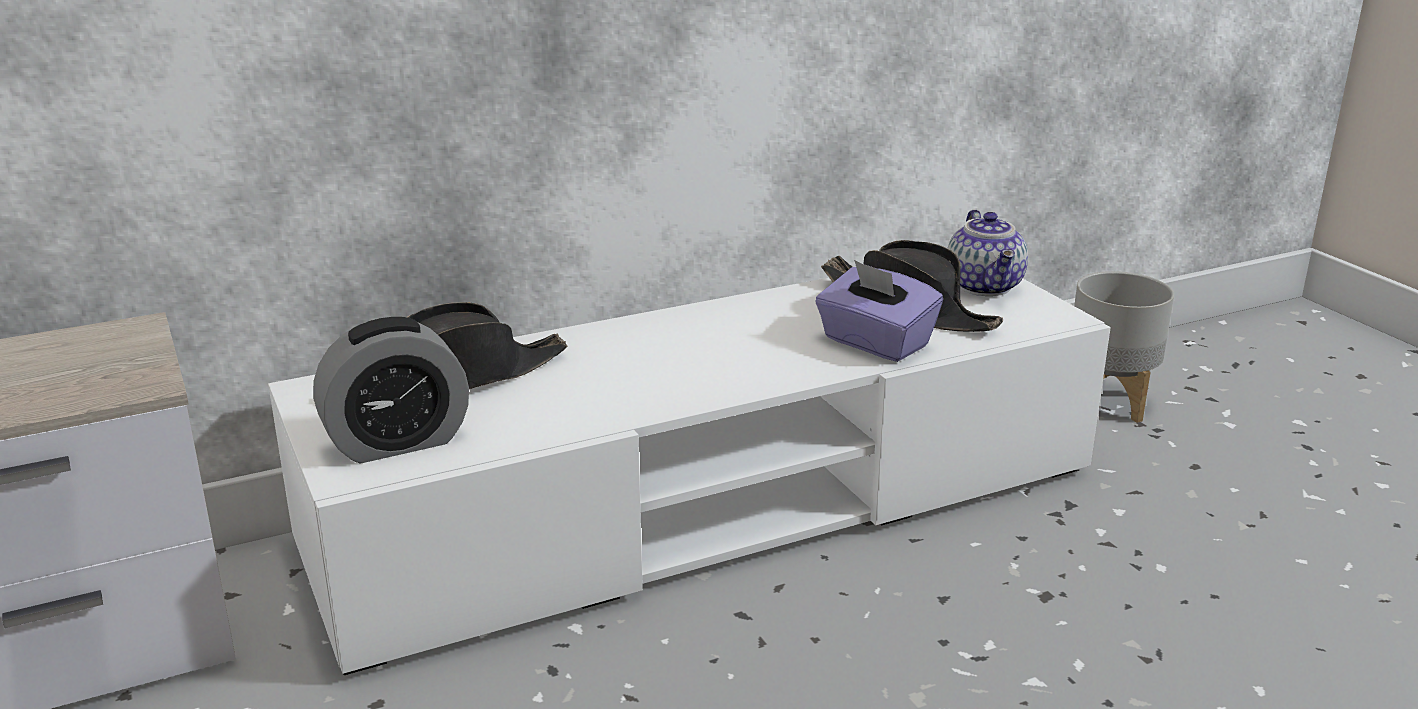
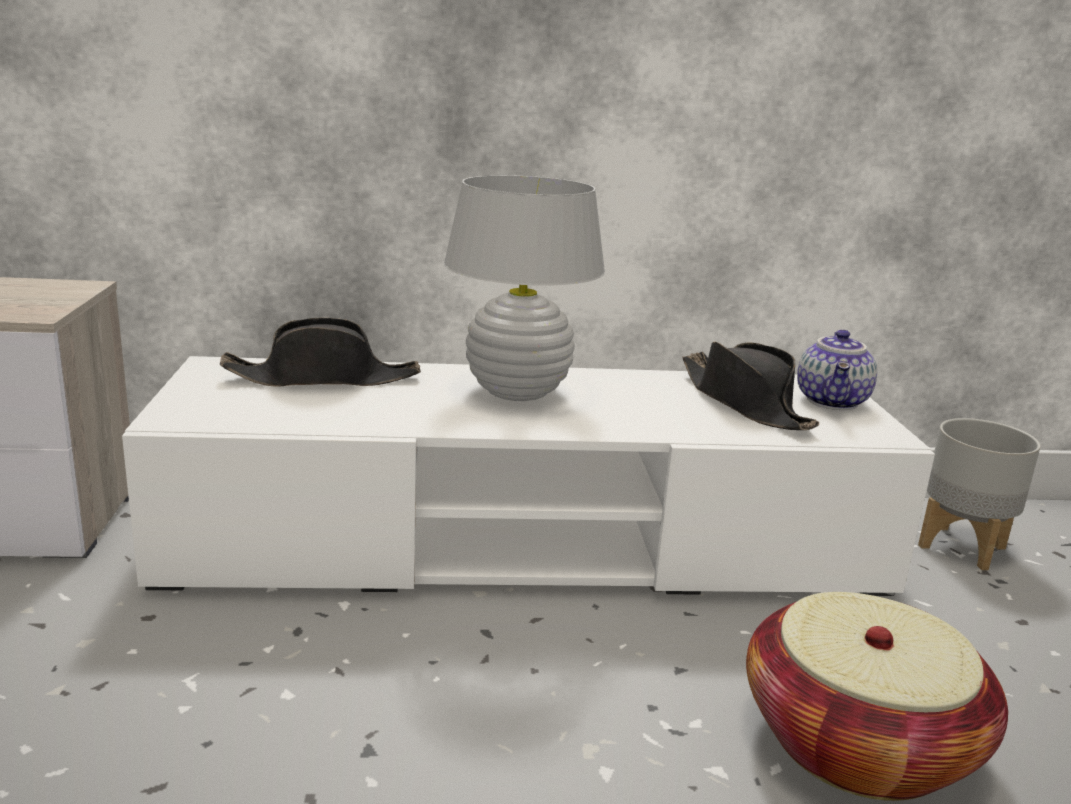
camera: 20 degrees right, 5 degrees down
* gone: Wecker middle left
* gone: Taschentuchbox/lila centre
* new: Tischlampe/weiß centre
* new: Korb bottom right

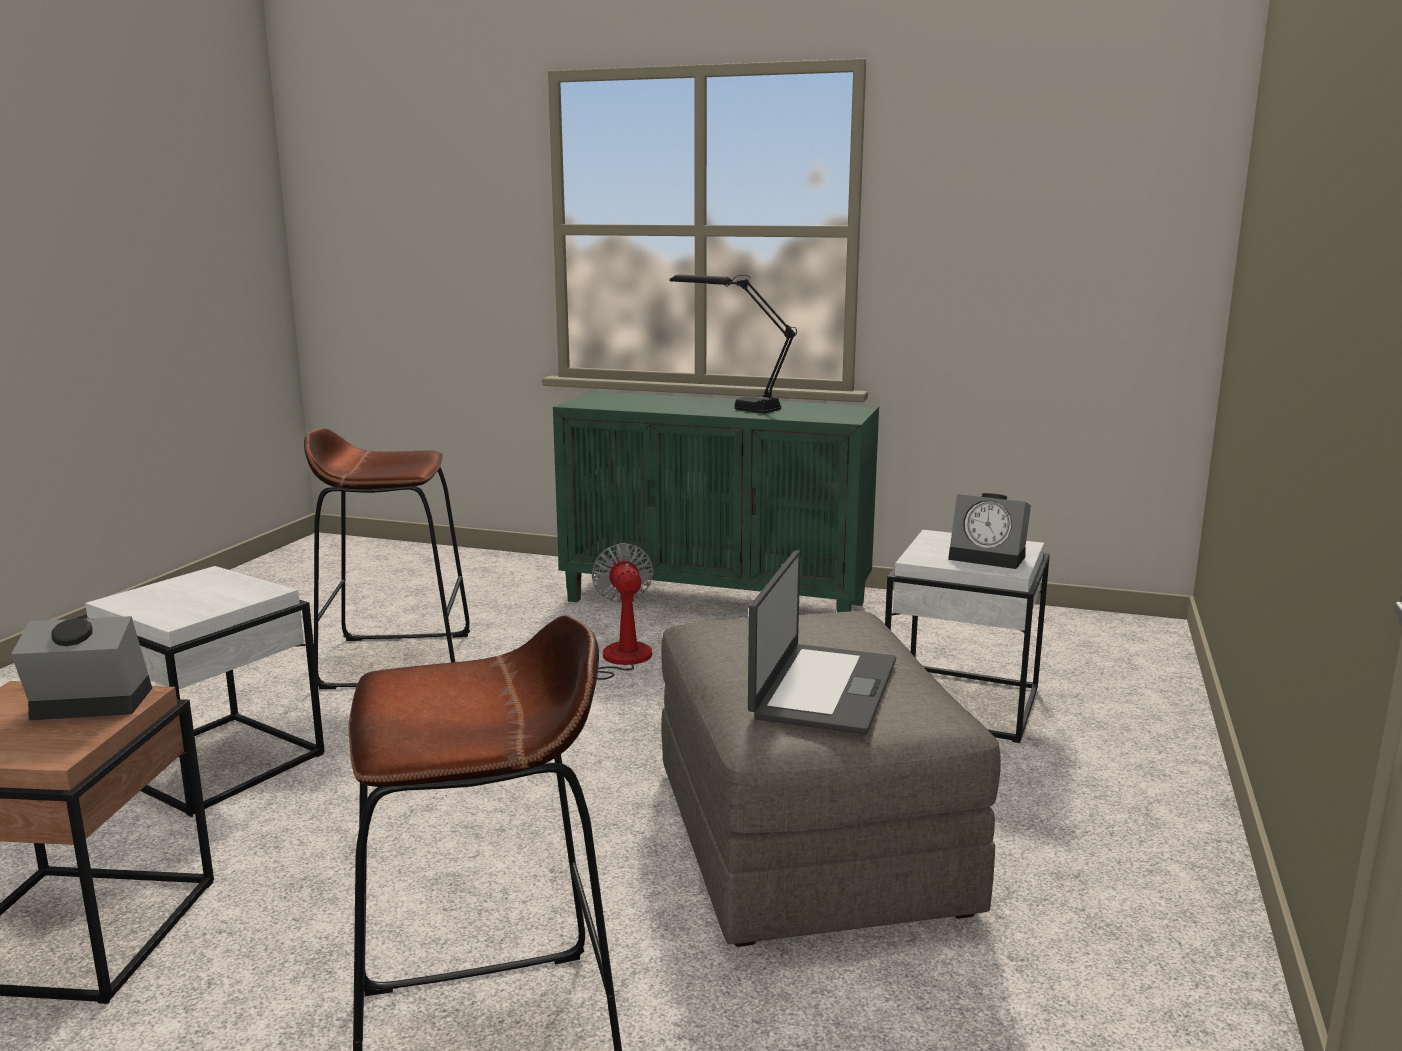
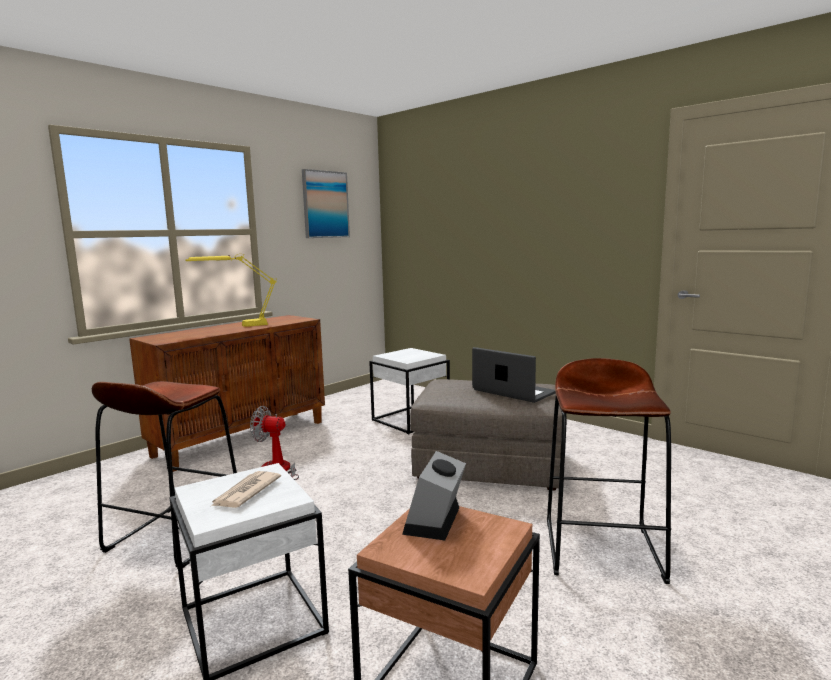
camera: 65 degrees left, 5 degrees down
* repainted: Schrank/grün centre to Schrank/braun middle left
* repainted: Tischlampe/schwarz top centre to Tischlampe/gelb middle left
* gone: Wecker (no. 2 from left) middle right
* new: Zeitung bottom left
* new: Bild top centre

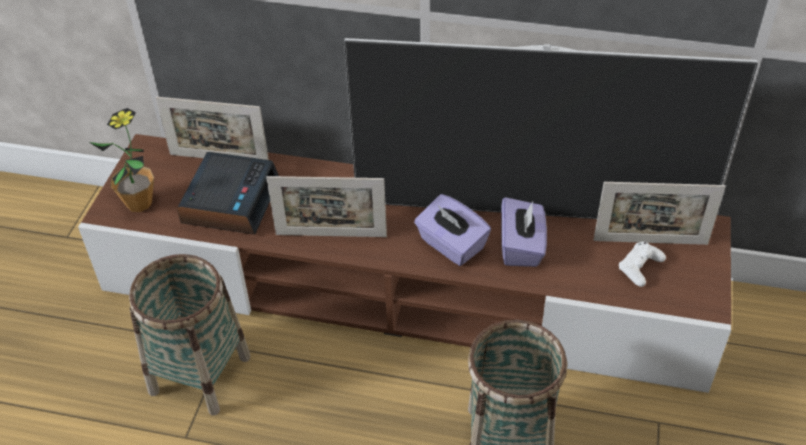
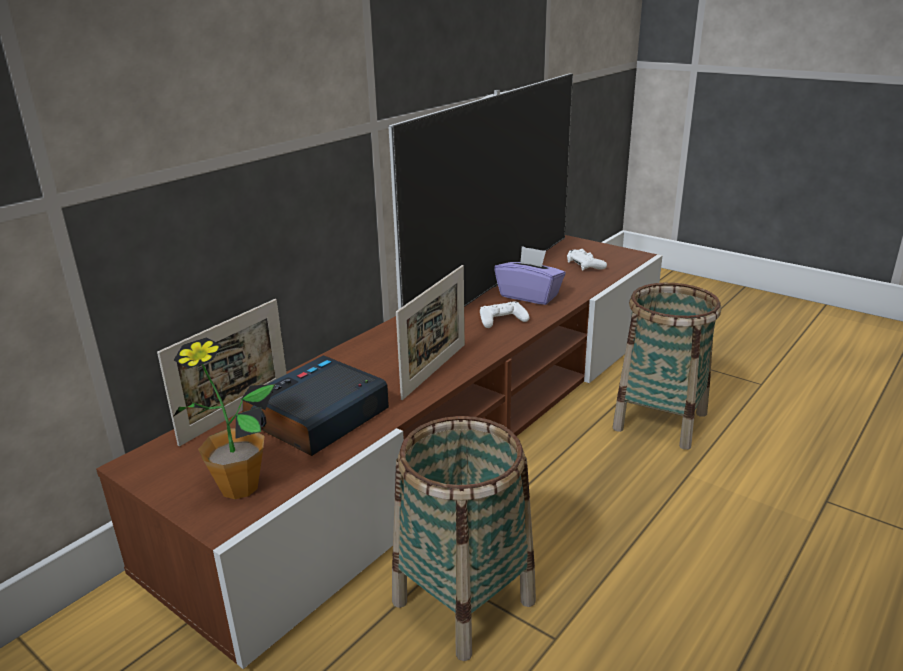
camera: 65 degrees left, 20 degrees down
* rotated: Wecker middle left = centre 90 degrees counterclockwise
* swapped: Taschentuchbox/lila (no. 1 from left) centre to Gamepad/weiß (no. 1 from left) centre
* gone: Bilderrahmen (no. 3 from left) middle right

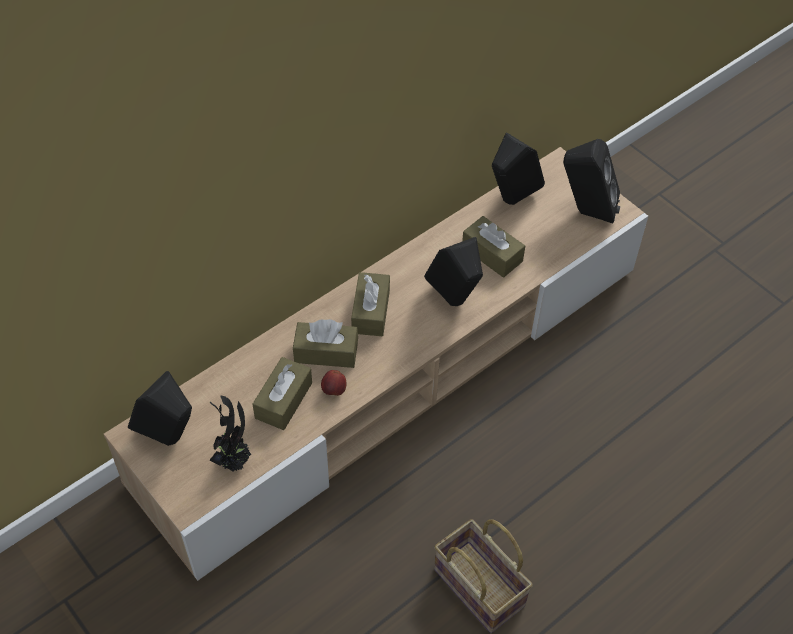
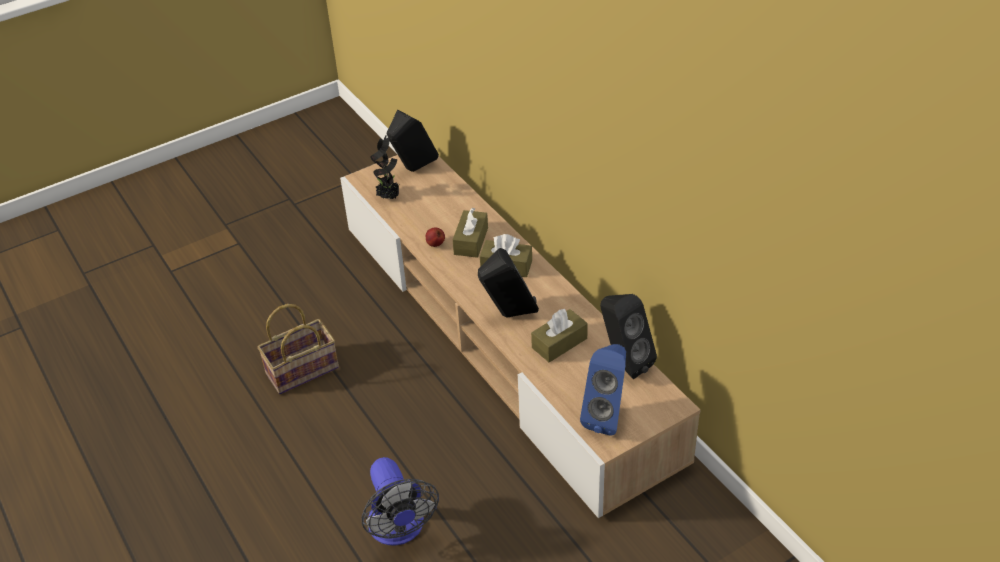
camera: 100 degrees right, 10 degrees down
* gone: Taschentuchbox/braun (no. 1 from left) centre
* repainted: Lautsprecher/schwarz (no. 4 from left) top right to Lautsprecher/blau bottom centre
* new: Ventilator bottom centre

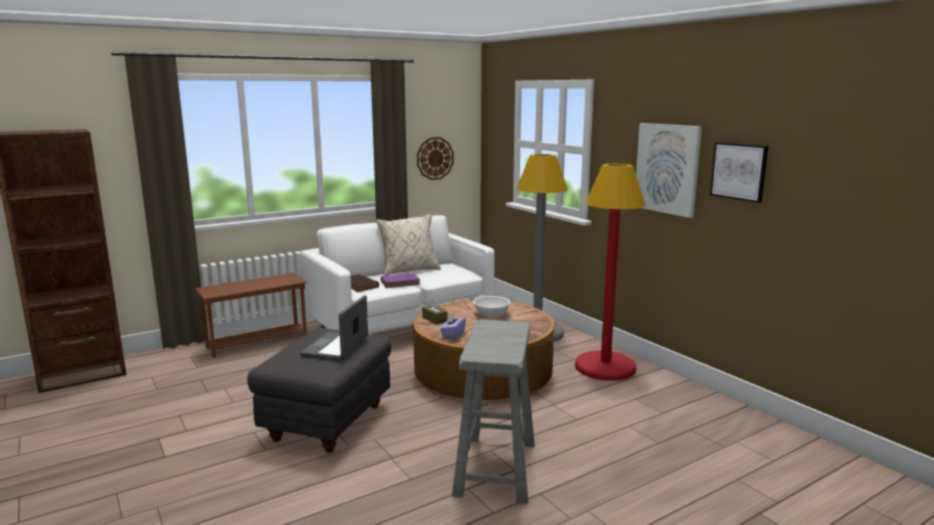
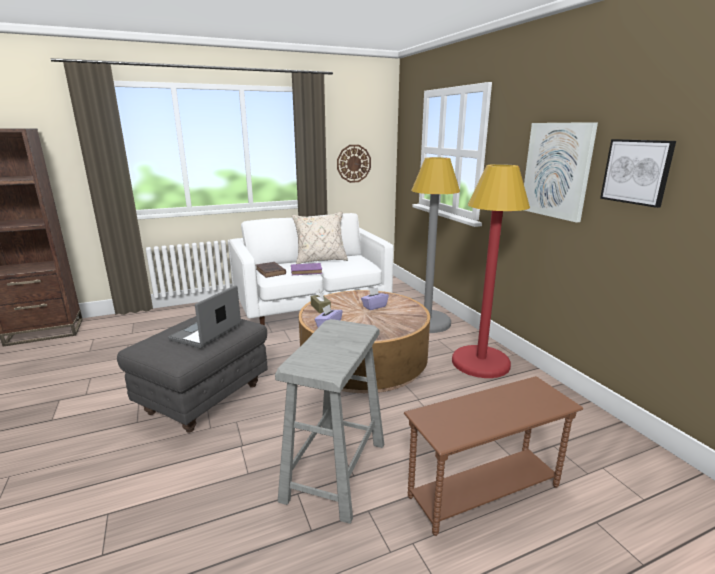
camera: 10 degrees right, 5 degrees up
* shifted: Beistelltisch/braun middle left to bottom right
* swapped: Schüssel/weiß centre to Taschentuchbox/lila (no. 2 from left) centre

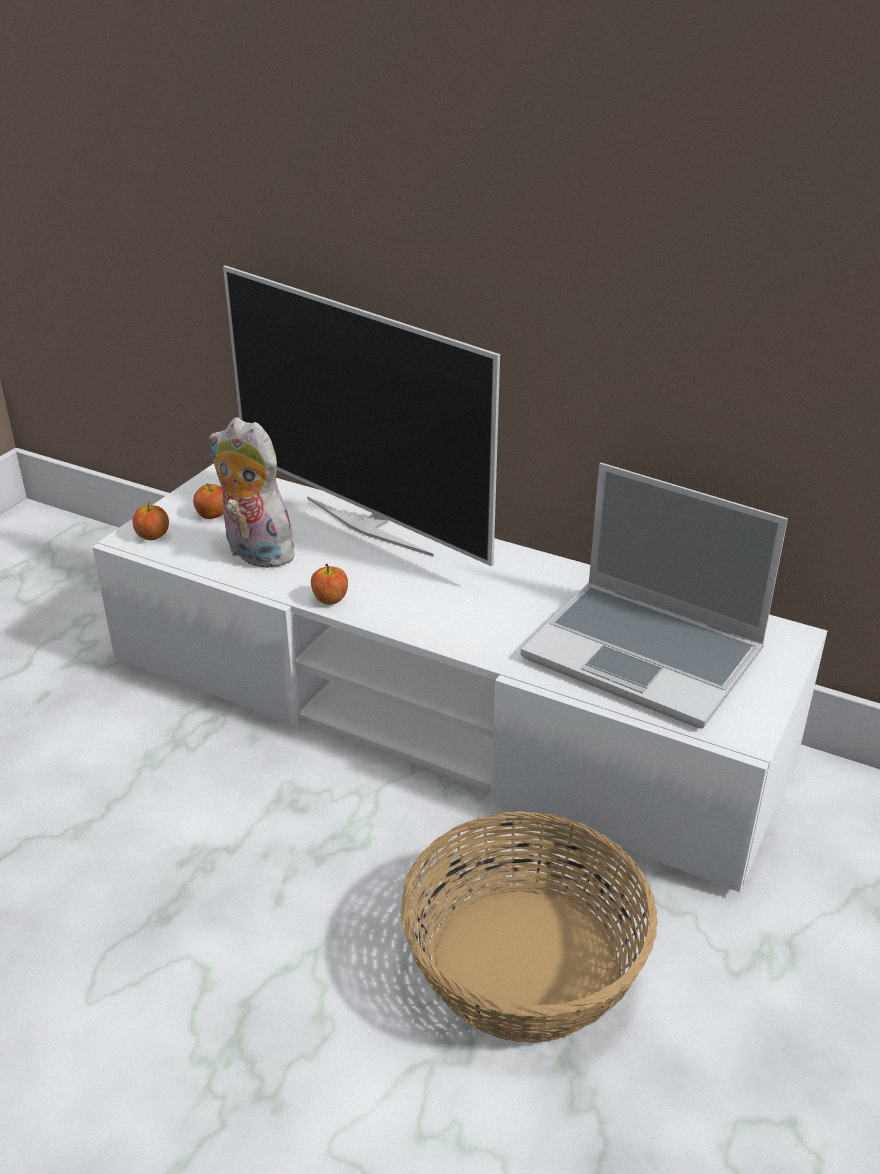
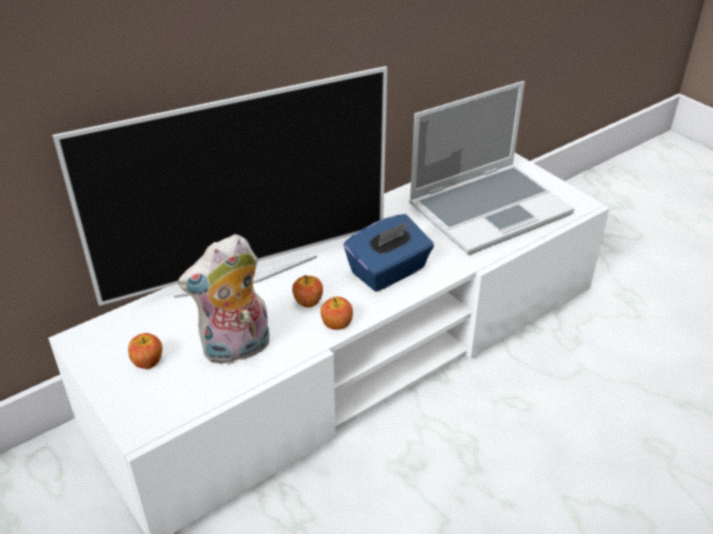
camera: 65 degrees left, 5 degrees up
* shifted: Apfel (no. 1 from left in the first image) middle left to Apfel (no. 2 from left) centre
* gone: Korb bottom centre
* new: Taschentuchbox/blau centre

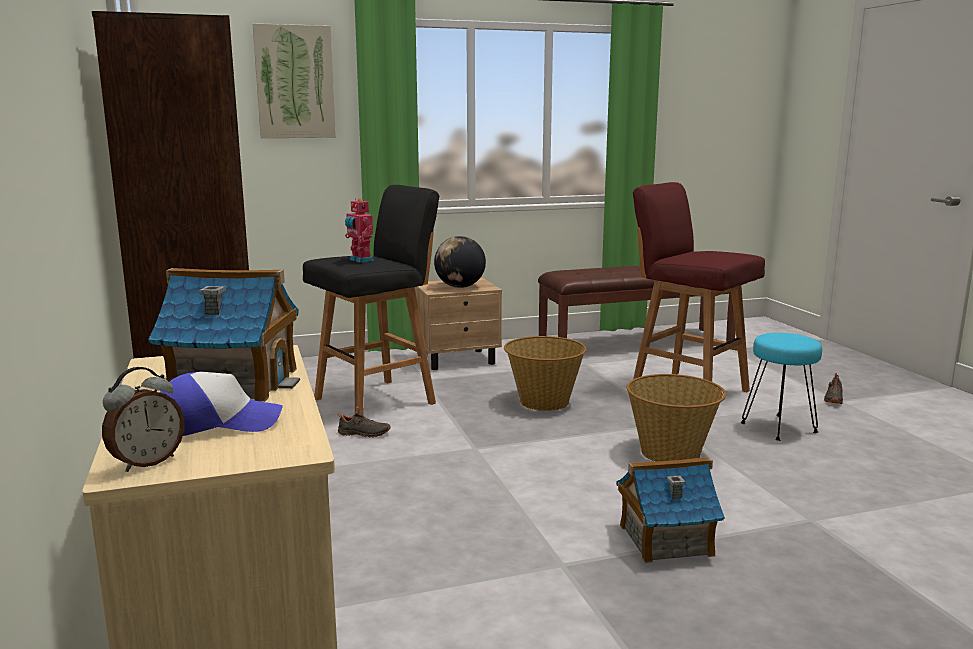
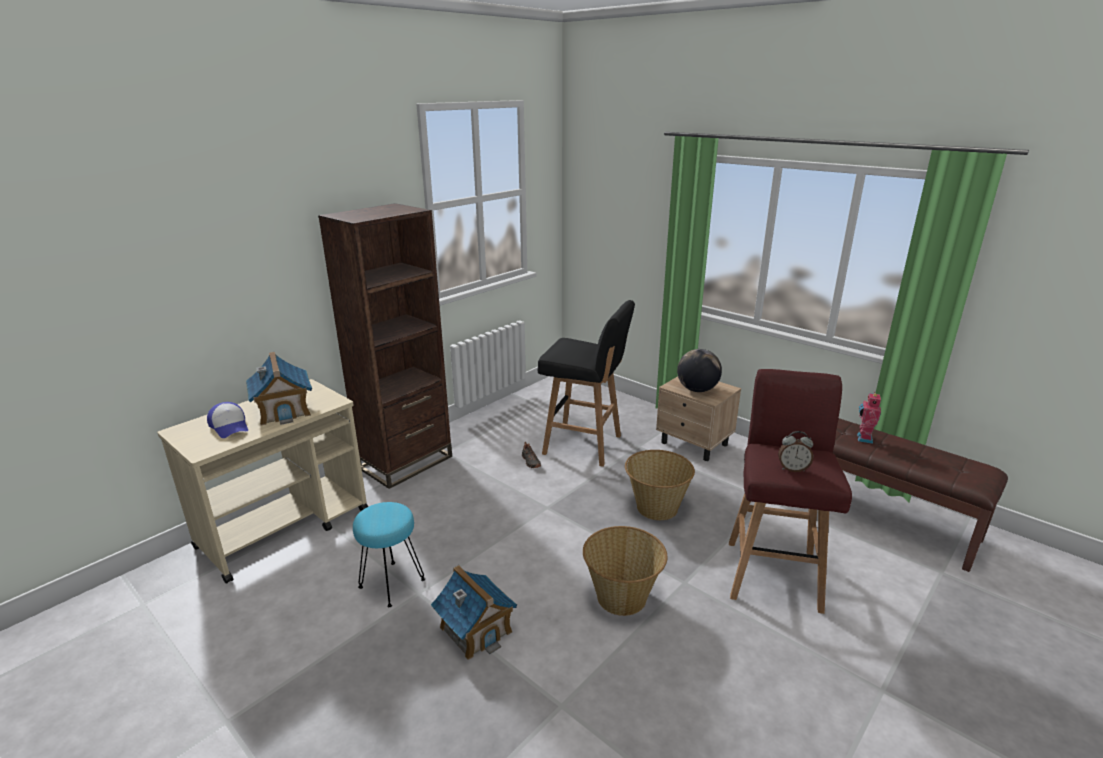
camera: 60 degrees right, 10 degrees up
* shifted: Wecker middle left to middle right
* gone: Bild top left
* shifted: Spielzeugroboter centre to middle right
* shifted: Hocker/türkis middle right to bottom centre
* gone: Schuh/schwarz (no. 2 from left) middle right

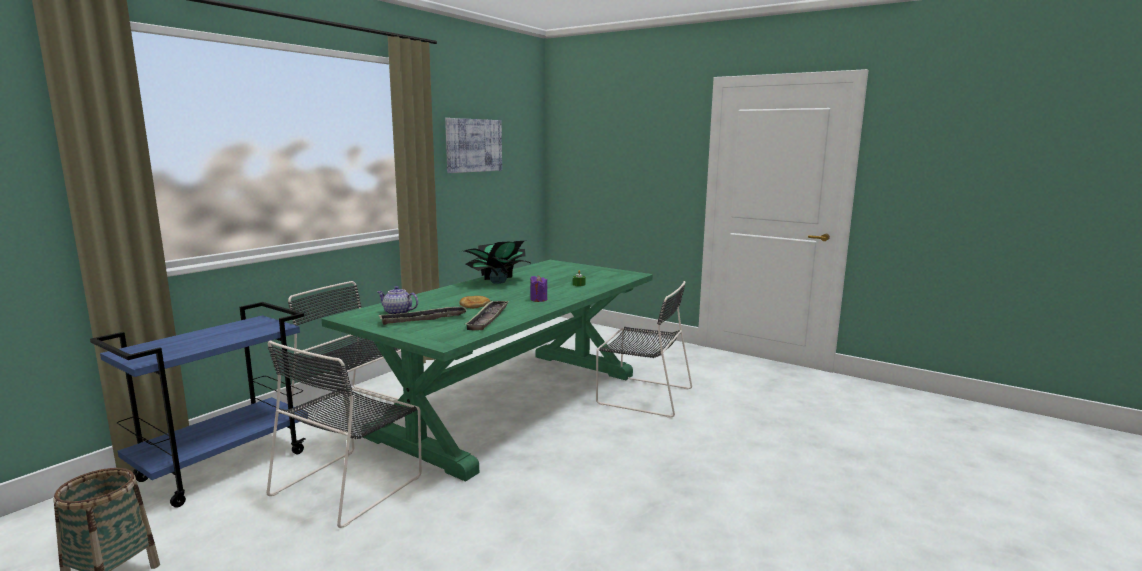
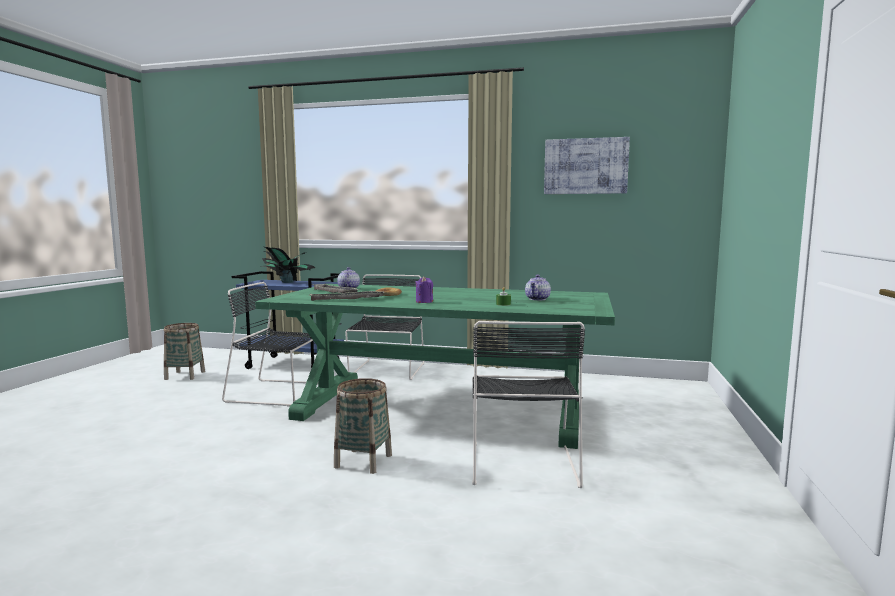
camera: 70 degrees right, 5 degrees down
* shifted: Topfpflanze centre to middle left
* new: Korb (no. 2 from left) bottom centre
* new: Teekanne (no. 2 from left) centre

